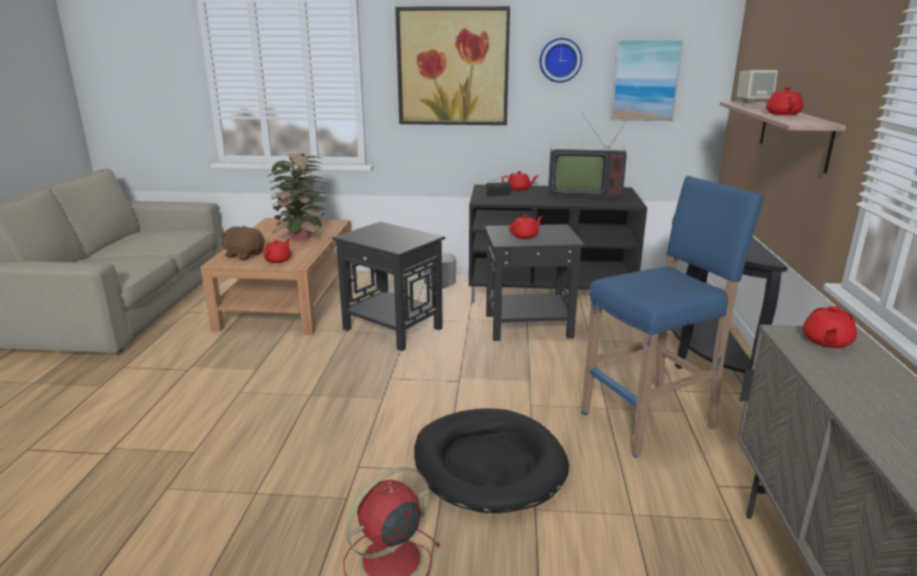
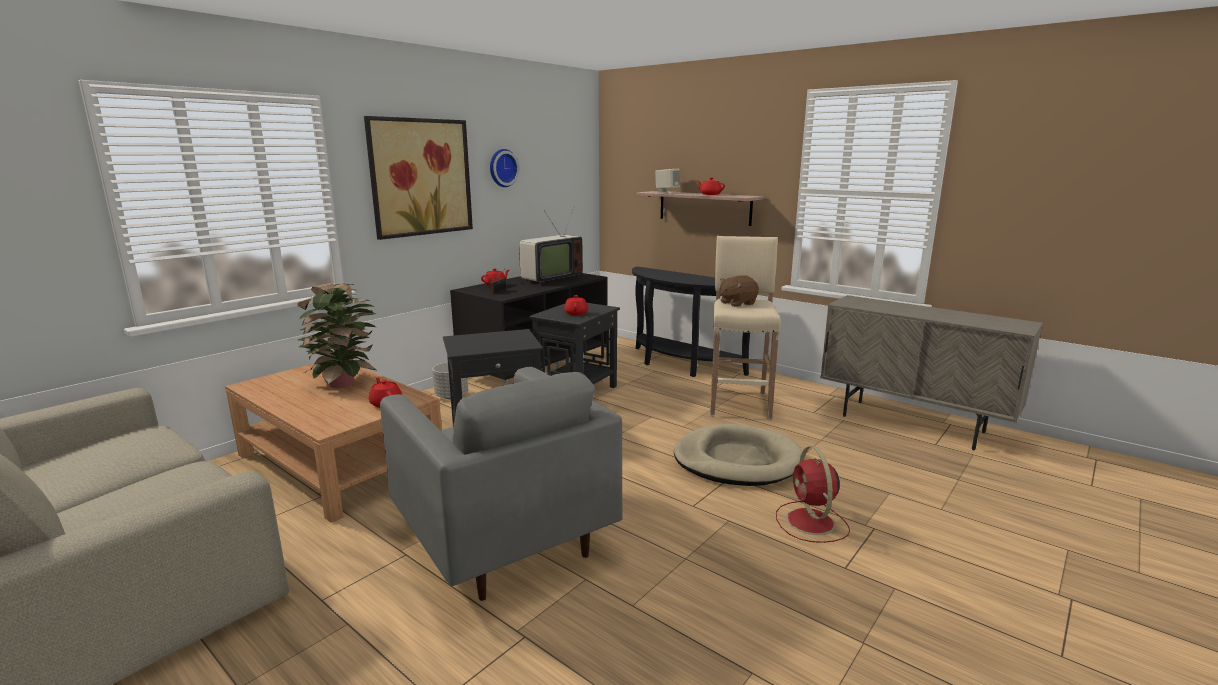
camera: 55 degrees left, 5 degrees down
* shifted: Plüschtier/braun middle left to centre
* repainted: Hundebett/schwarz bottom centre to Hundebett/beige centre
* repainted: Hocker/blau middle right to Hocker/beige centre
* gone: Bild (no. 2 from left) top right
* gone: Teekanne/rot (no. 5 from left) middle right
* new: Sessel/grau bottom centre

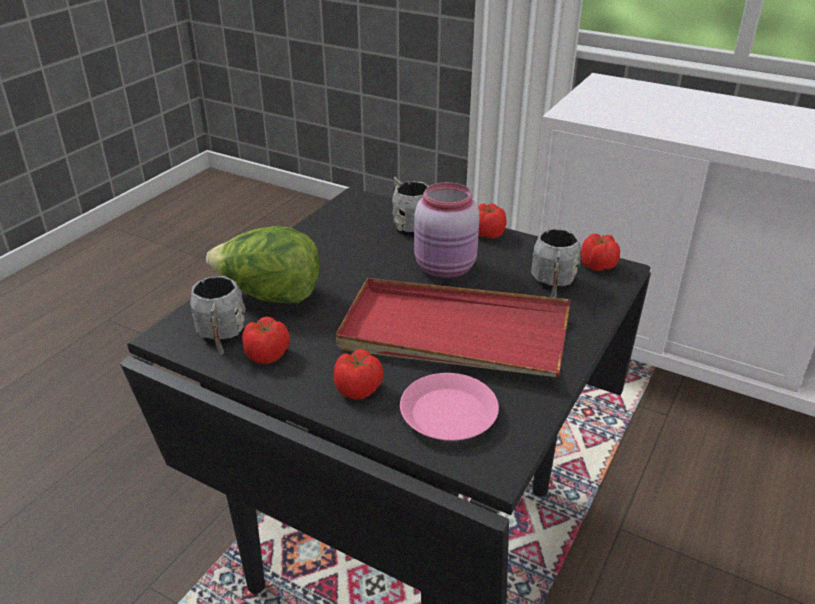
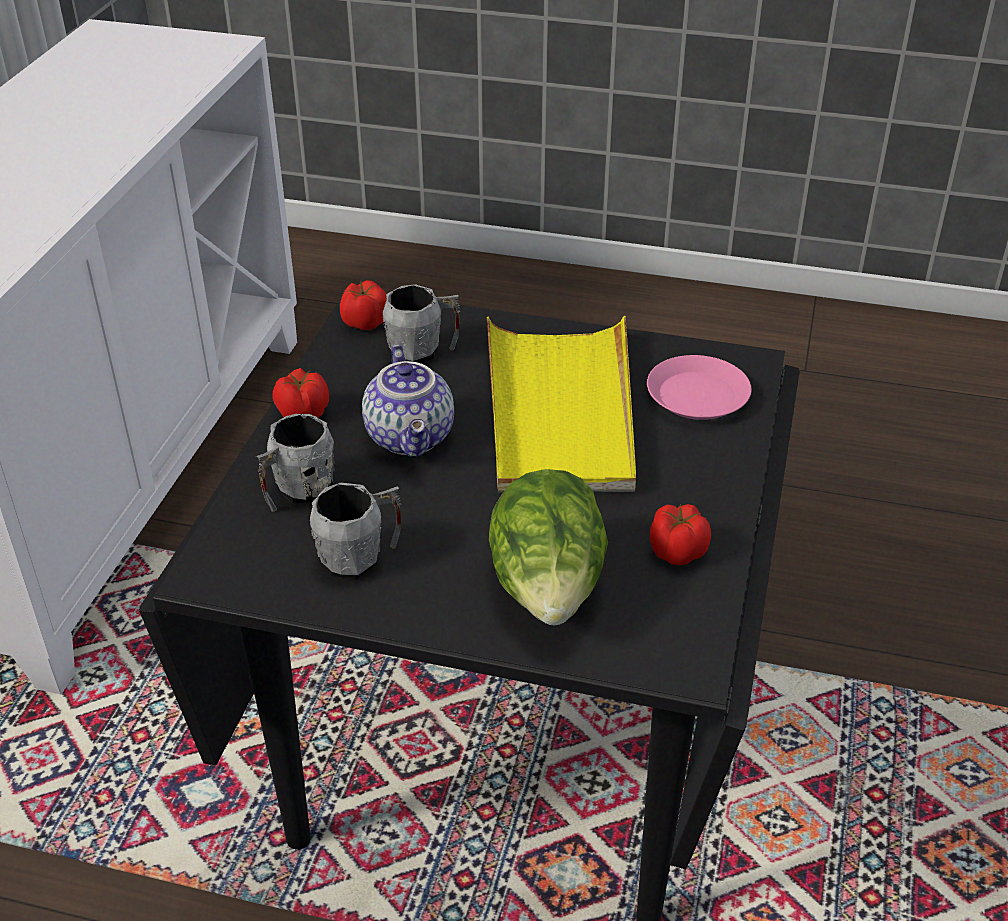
camera: 105 degrees left, 5 degrees up
* shifted: Henkelbecher/grau (no. 1 from left in the first image) middle left to Henkelbecher/grau (no. 2 from left) centre
* gone: Tomate (no. 2 from left) centre
* repainted: Tablett/rot centre to Tablett/gelb centre
* swapped: Vorratsglas/rosa centre to Teekanne centre

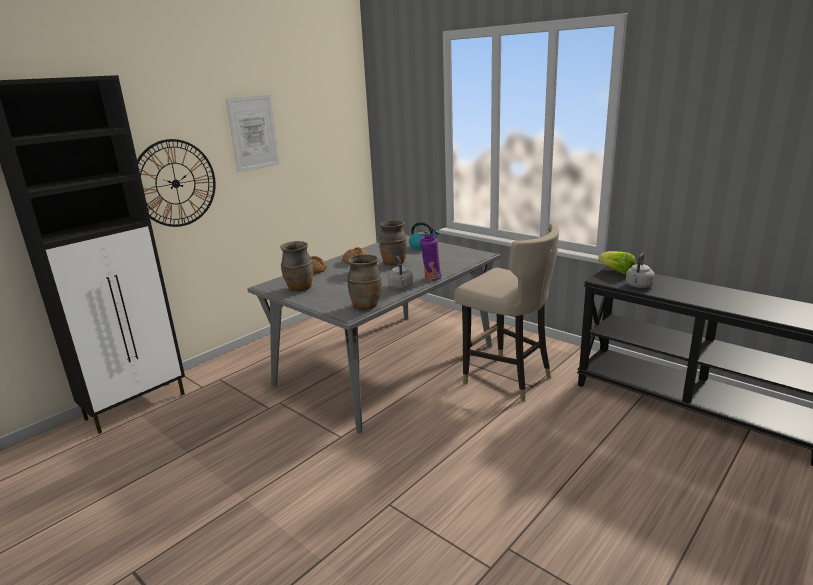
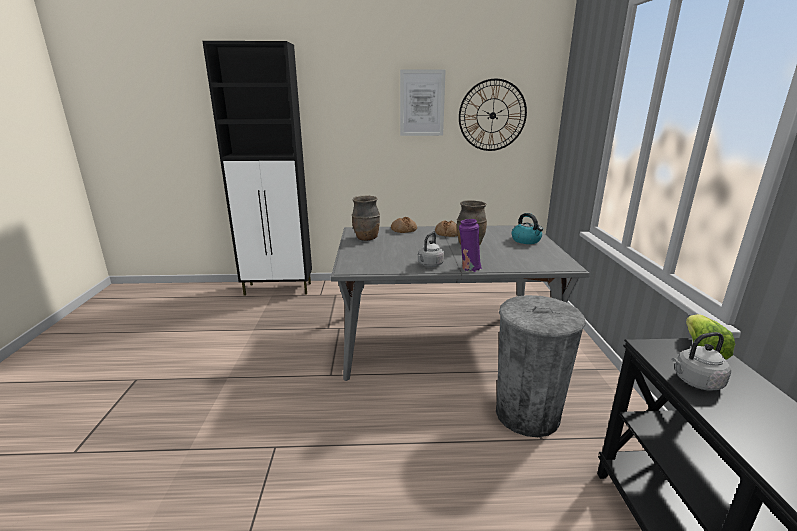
camera: 45 degrees right, 0 degrees up
* shifted: Wanduhr top left to top centre
* gone: Vase/braun (no. 2 from left) centre
* swapped: Hocker/beige centre to Mülleimer/grau bottom right

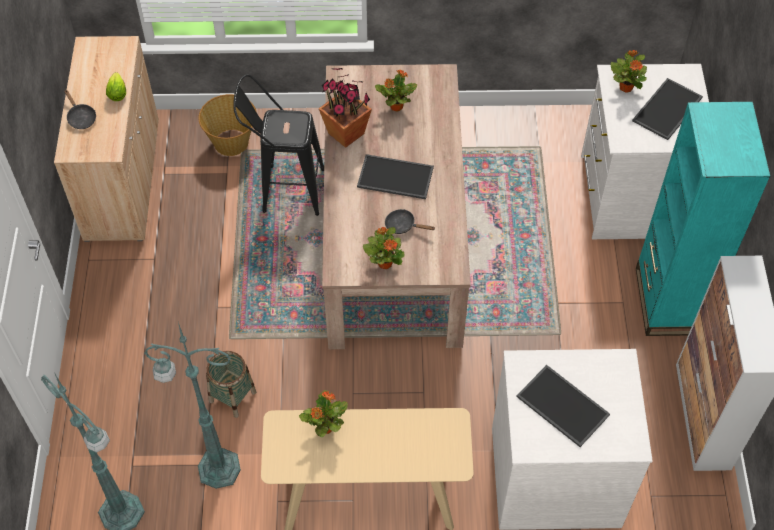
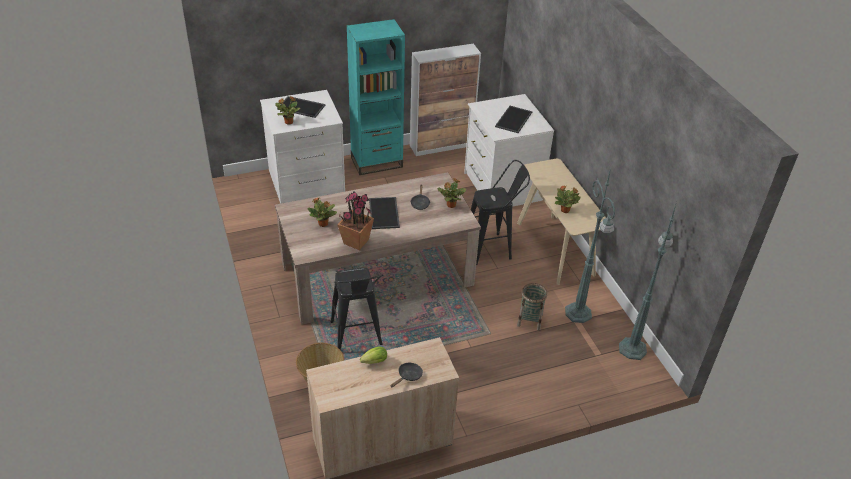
camera: 110 degrees left, 15 degrees down
* new: Hocker/schwarz (no. 2 from left) centre

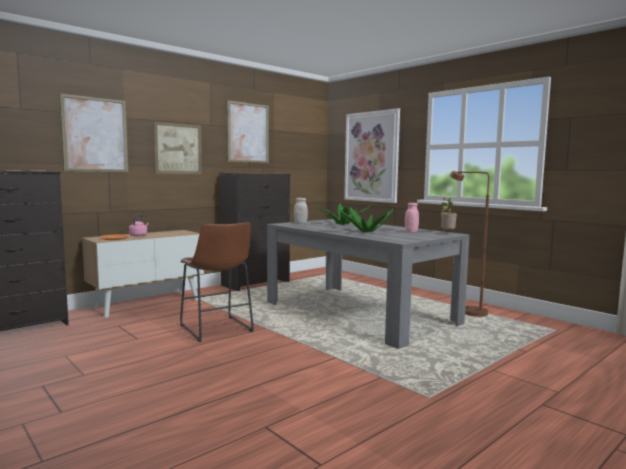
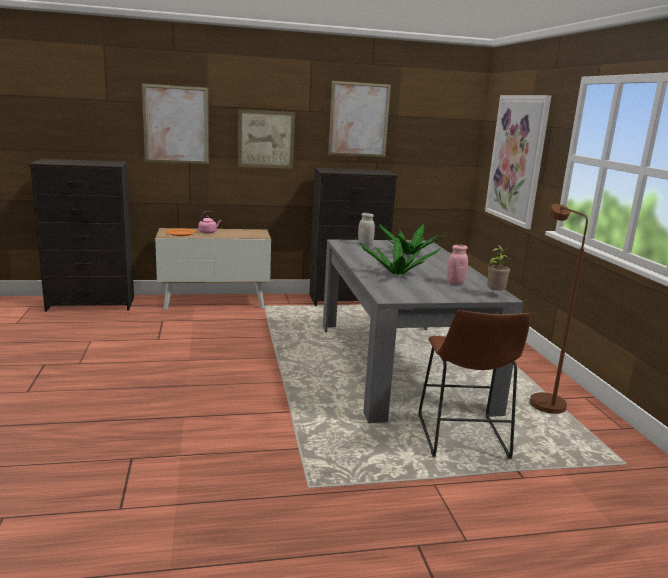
camera: 30 degrees right, 10 degrees up
* shifted: Hocker/braun centre to middle right

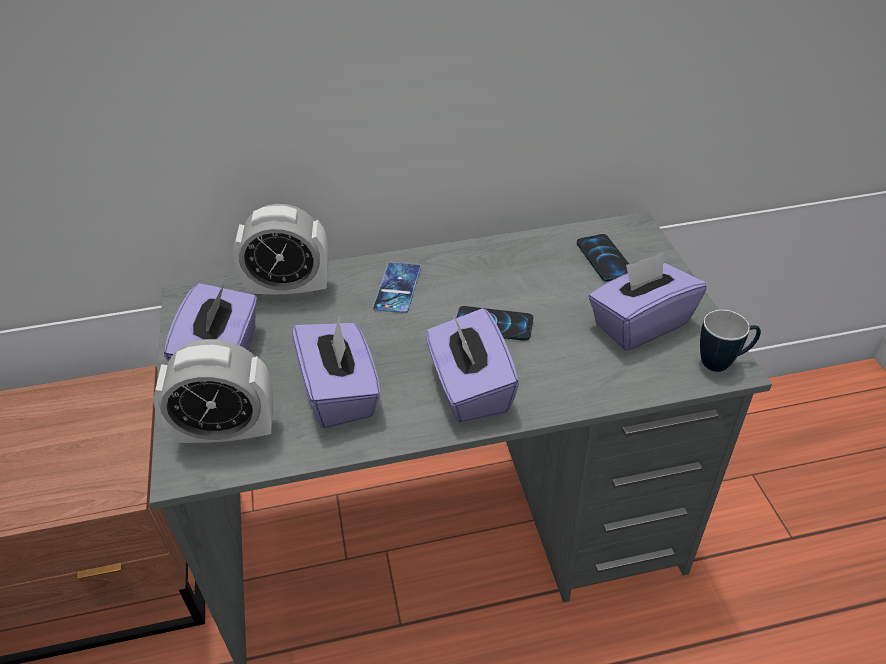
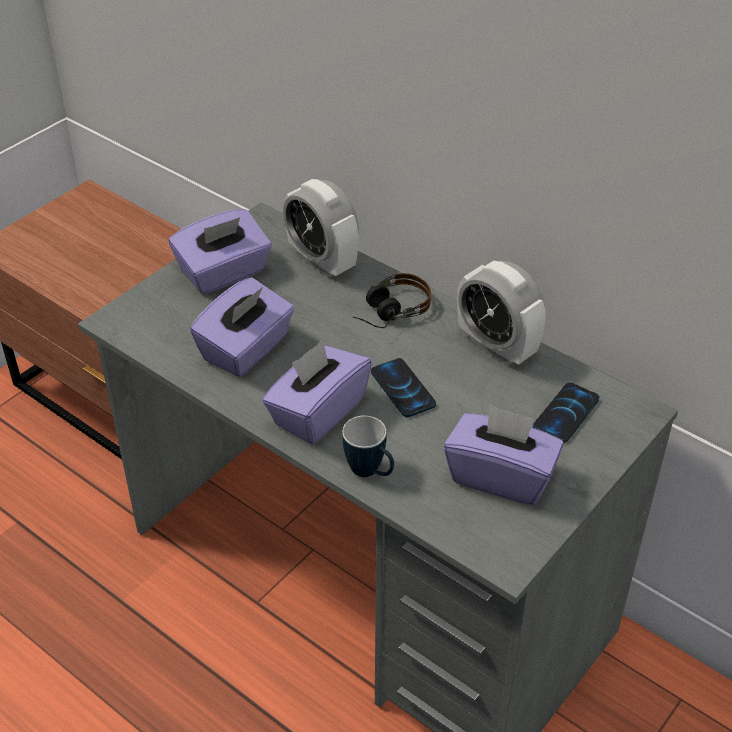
camera: 50 degrees right, 0 degrees up
* shifted: Wecker (no. 1 from left in the first image) middle left to Wecker (no. 2 from left) middle right
* swapped: Handy (no. 1 from left) centre to Kopfhörer centre
* shifted: Henkelbecher middle right to centre

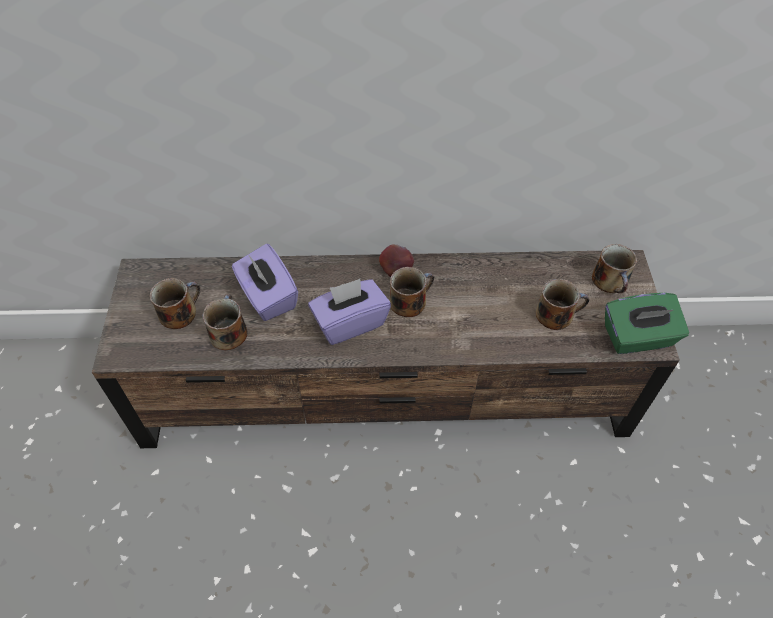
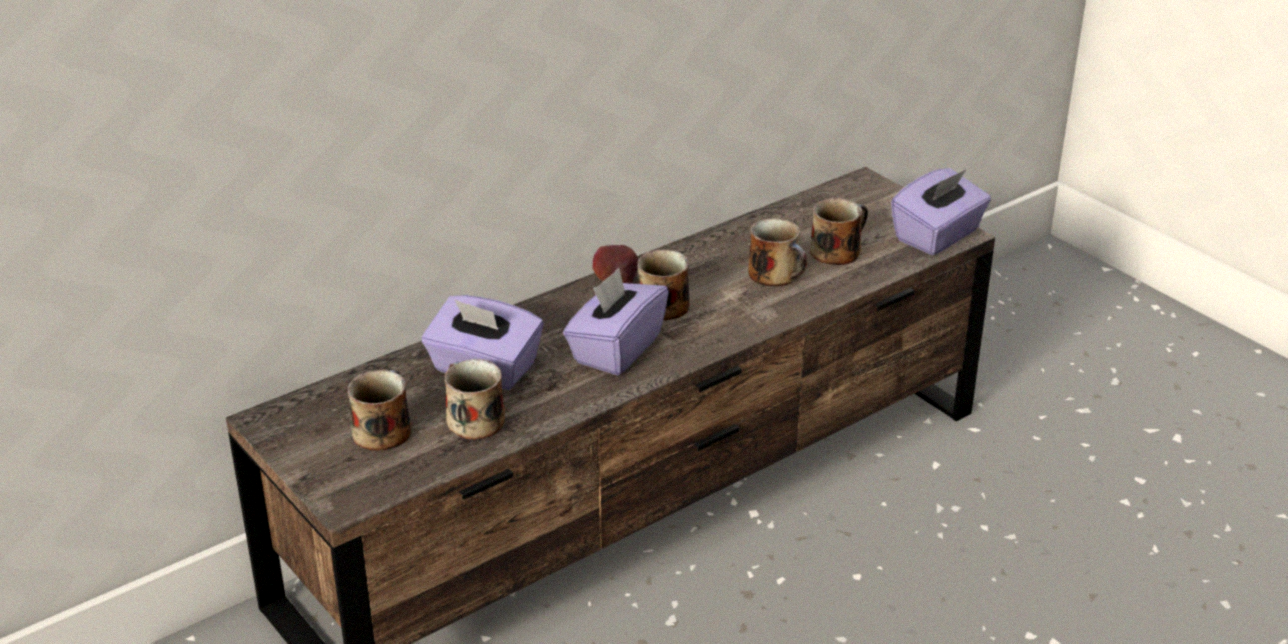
camera: 35 degrees left, 20 degrees down
* shifted: Henkelbecher (no. 5 from left in the first image) middle right to Henkelbecher (no. 4 from left) centre
* repainted: Taschentuchbox/grün middle right to Taschentuchbox/lila (no. 3 from left) top right

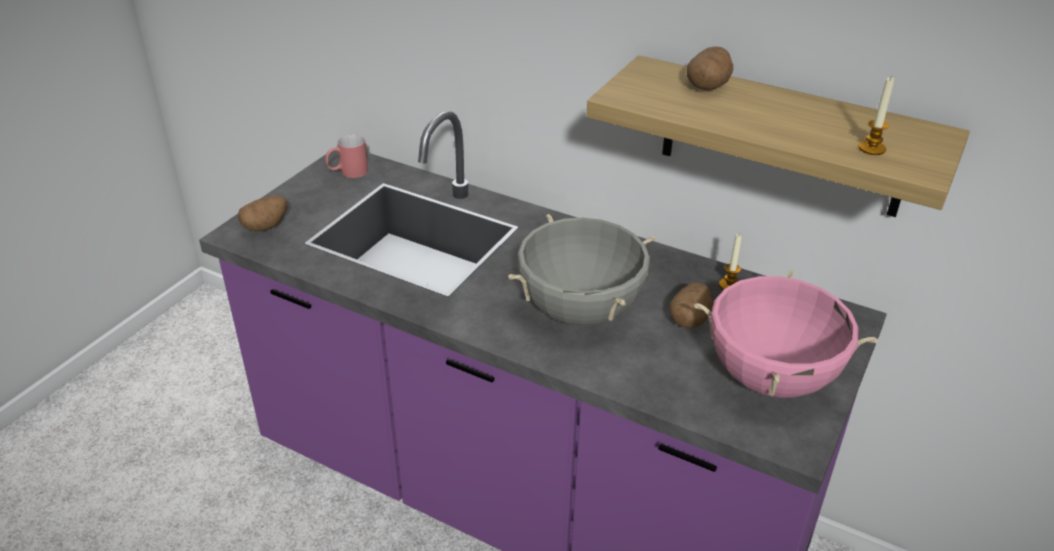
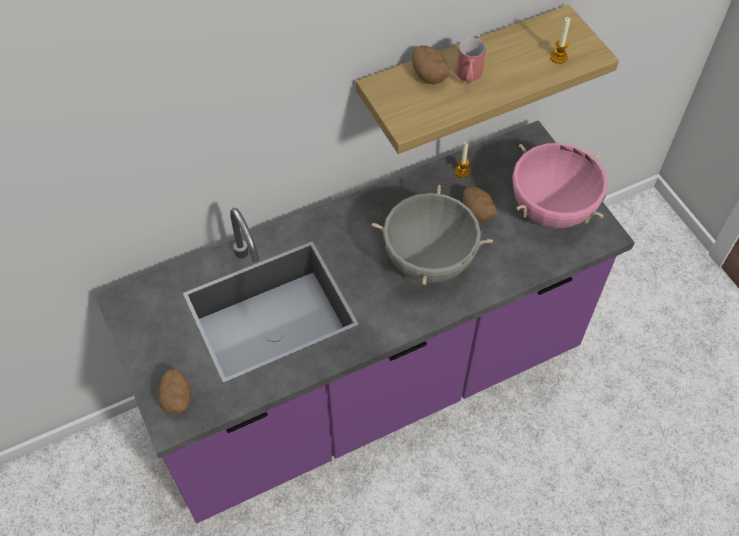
camera: 55 degrees left, 20 degrees up
* shifted: Henkelbecher/rot top left to top centre

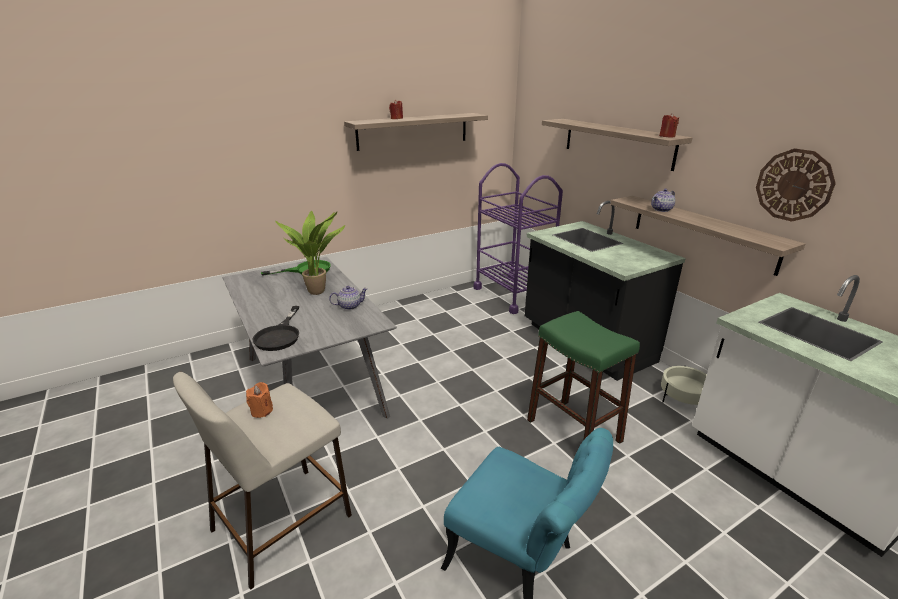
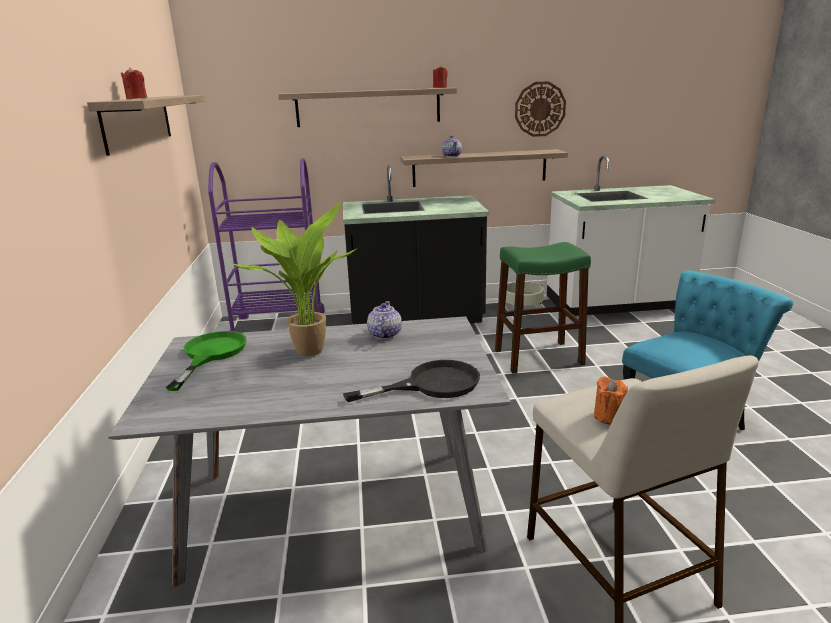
camera: 65 degrees left, 5 degrees down
* rotated: Pfanne/schwarz middle left = centre 45 degrees counterclockwise

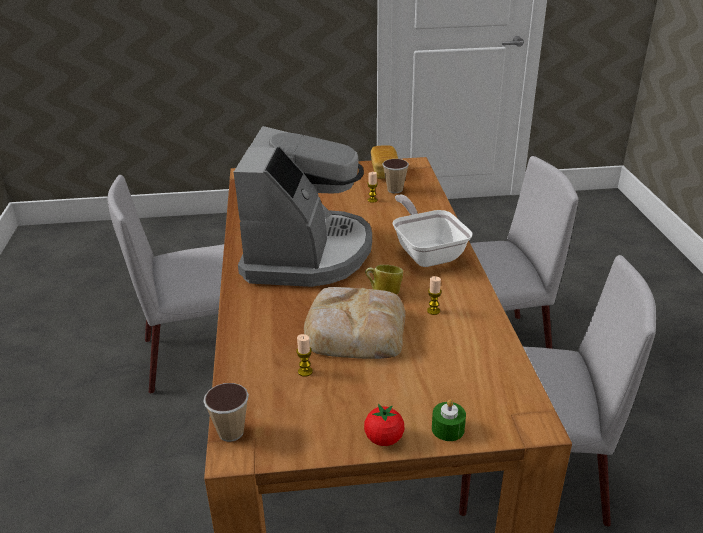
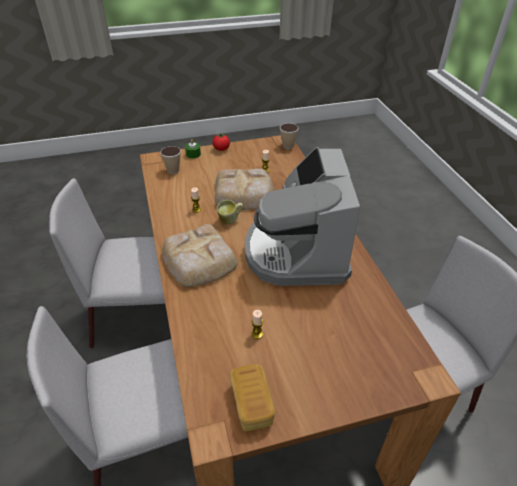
camera: 170 degrees right, 10 degrees up
* shifted: Tasse (no. 2 from left in the first image) top centre to Tasse (no. 1 from left) top left
* swapped: Pfanne centre to Brot (no. 1 from left) centre

